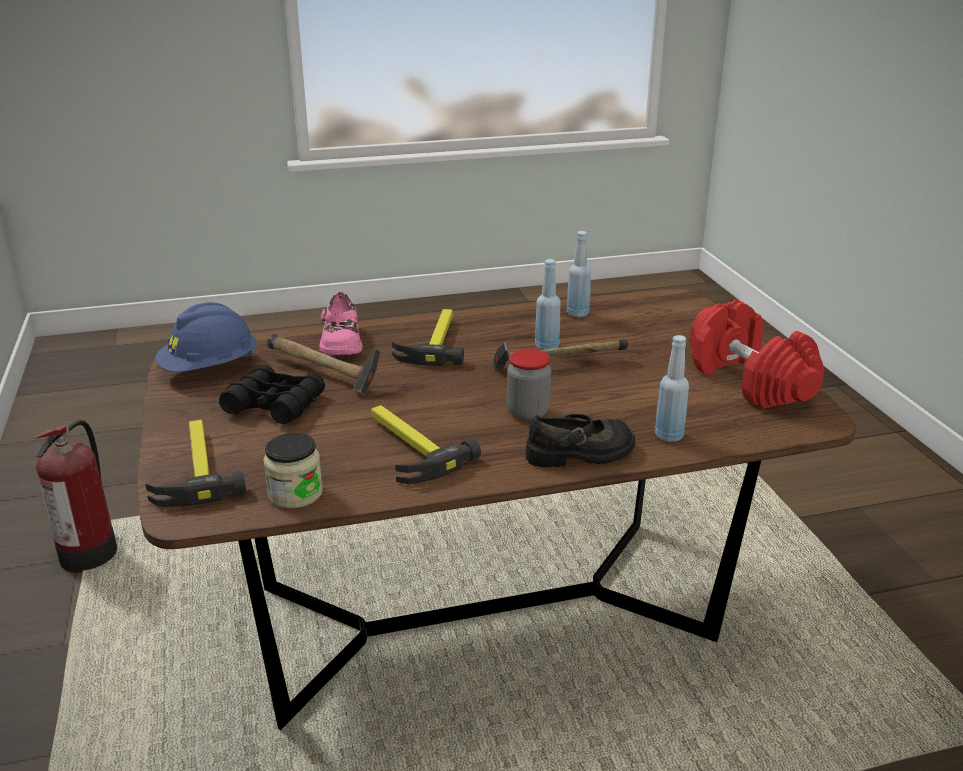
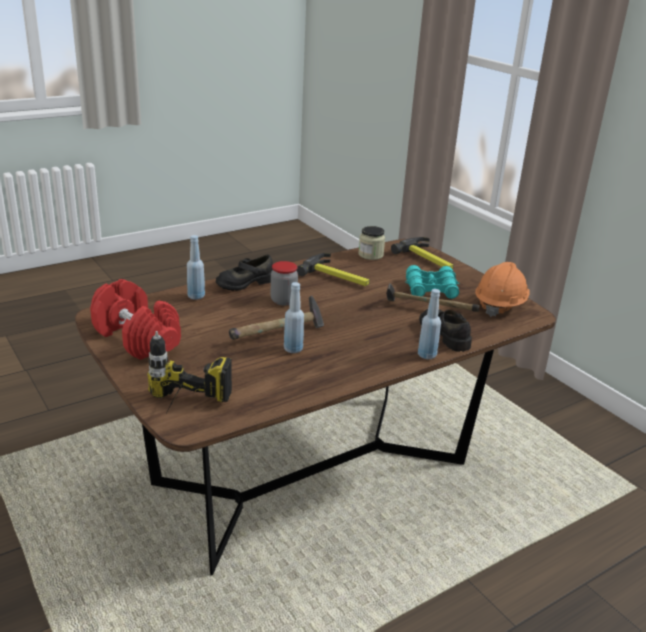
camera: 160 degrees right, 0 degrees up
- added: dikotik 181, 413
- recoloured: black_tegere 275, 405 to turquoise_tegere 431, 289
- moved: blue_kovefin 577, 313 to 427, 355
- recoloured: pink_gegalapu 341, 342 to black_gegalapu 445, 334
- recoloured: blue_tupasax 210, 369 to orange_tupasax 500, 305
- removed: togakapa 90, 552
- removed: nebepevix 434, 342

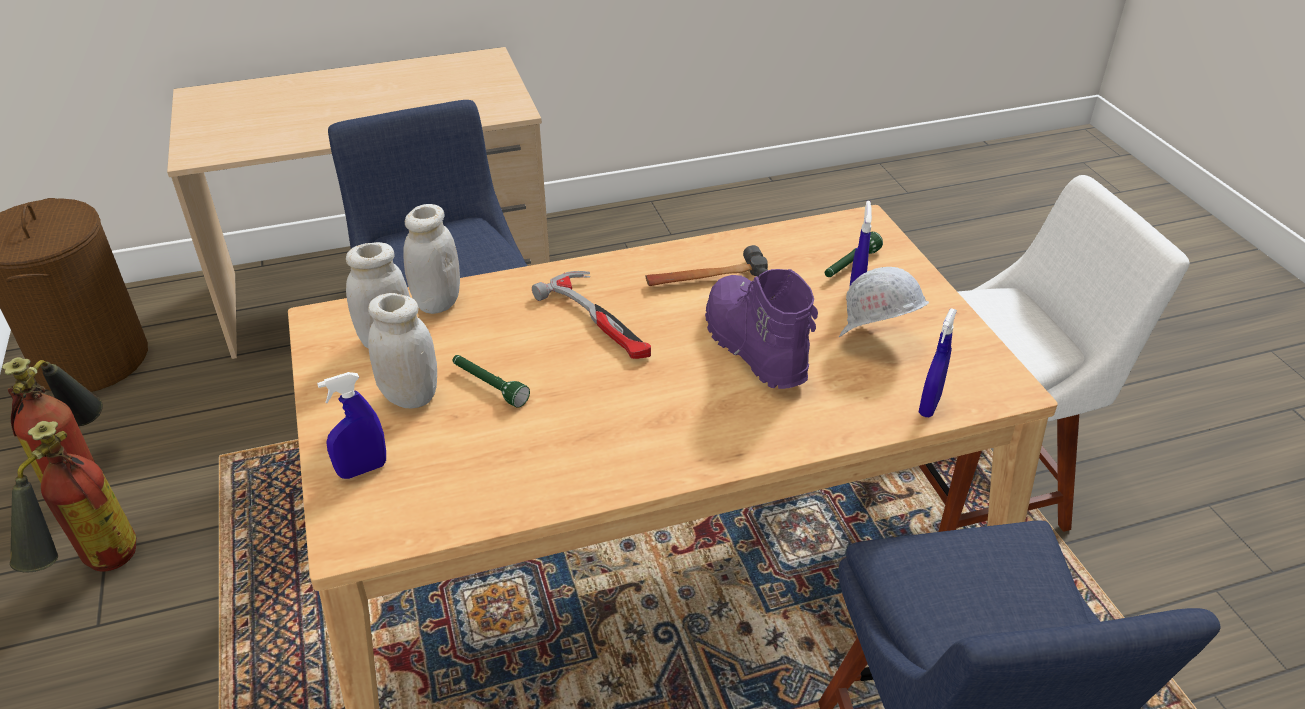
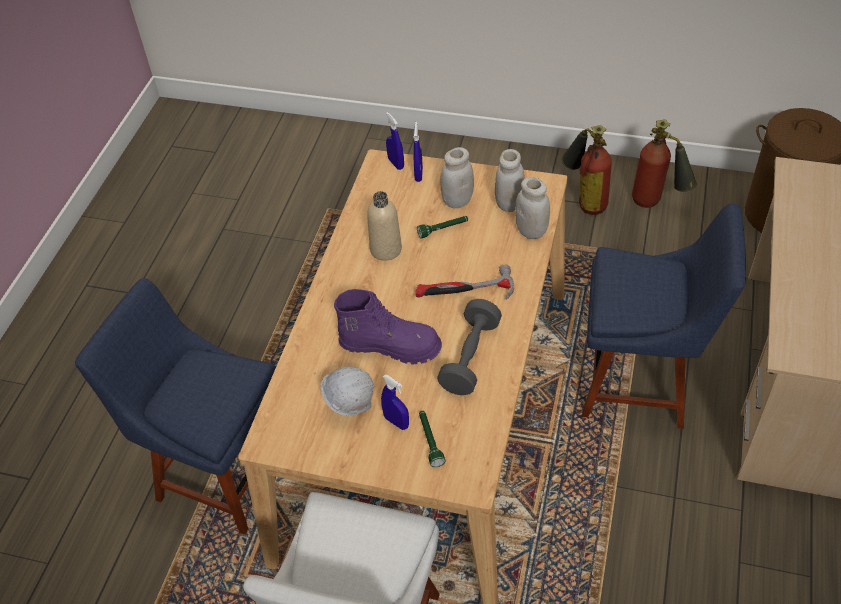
camera: 125 degrees right, 10 degrees up
- added: beige_kovefin 386, 249
- moved: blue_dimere 929, 405 to 396, 163
- replaced: nebepevix 706, 278 to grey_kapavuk 470, 357

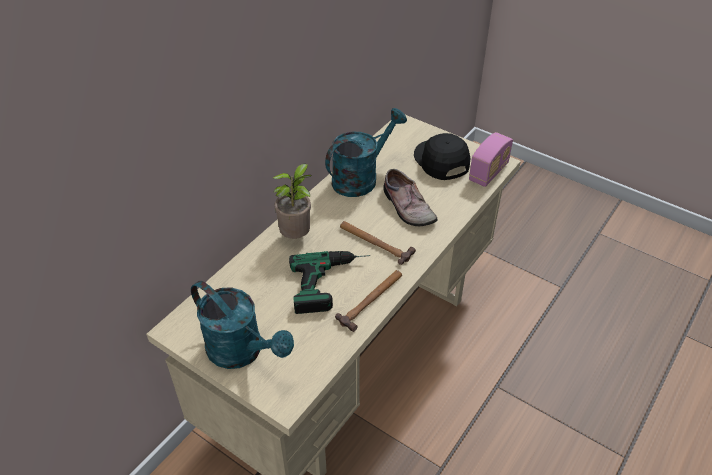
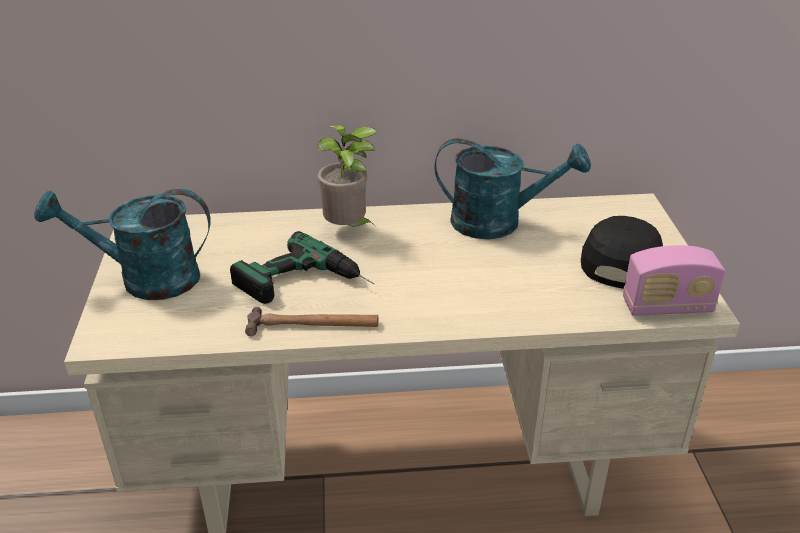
camera: 50 degrees right, 10 degrees down
- turned: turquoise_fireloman 242, 352 = 145, 279 90 degrees clockwise
- removed: nebepevix 375, 242
- removed: gegalapu 406, 207

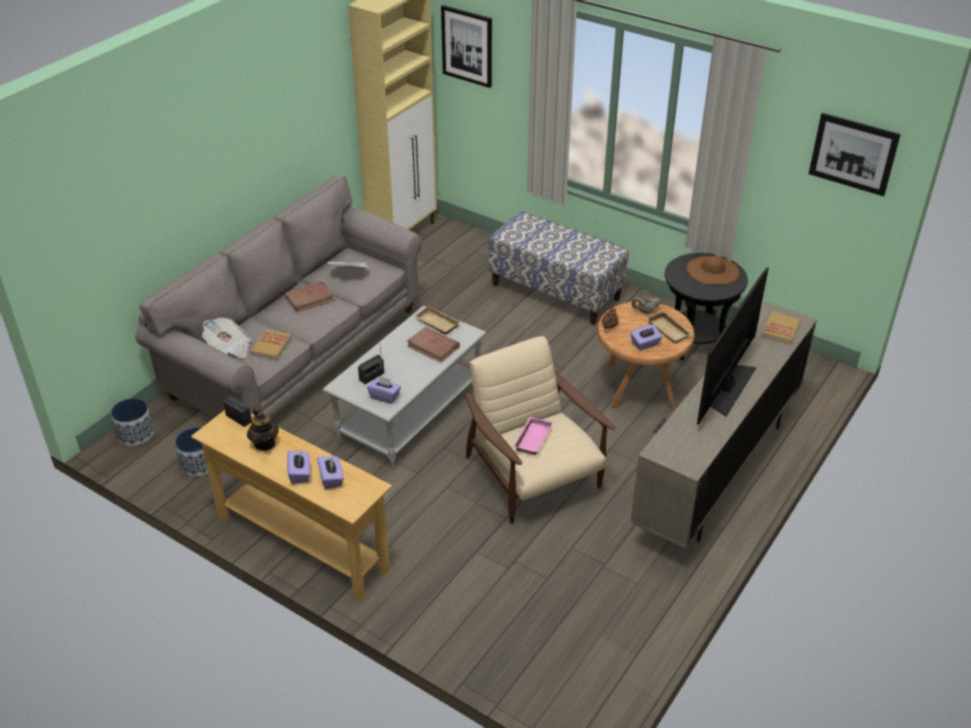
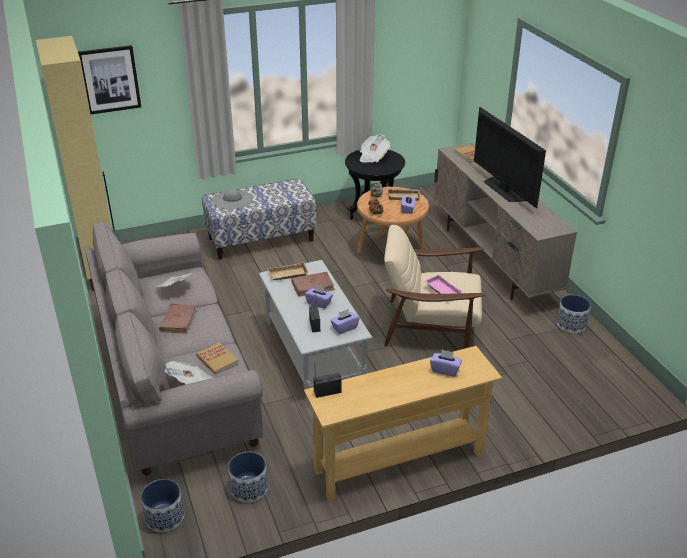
camera: 55 degrees left, 5 degrees down
- added: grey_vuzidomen 232, 200
- moved: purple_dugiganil 300, 474 to 319, 303
- replaced: brown_vuzidomen 712, 270 to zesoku 373, 157
- added: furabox 571, 324
- removed: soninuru 265, 443
- removed: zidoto 853, 154

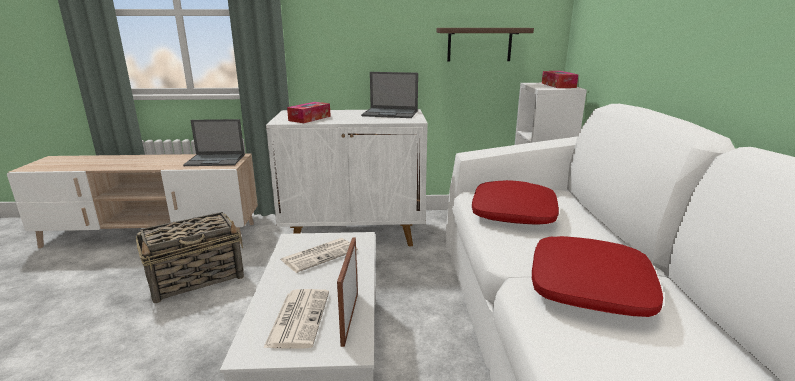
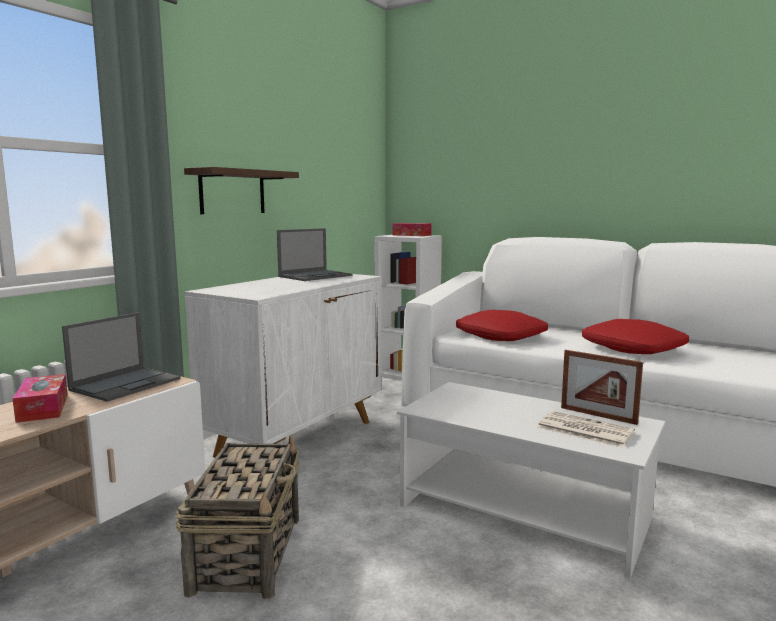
camera: 55 degrees left, 10 degrees down
- moved: dugiganil 309, 118 to 43, 408
- moved: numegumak 479, 44 to 232, 192
- removed: zesoku 320, 255

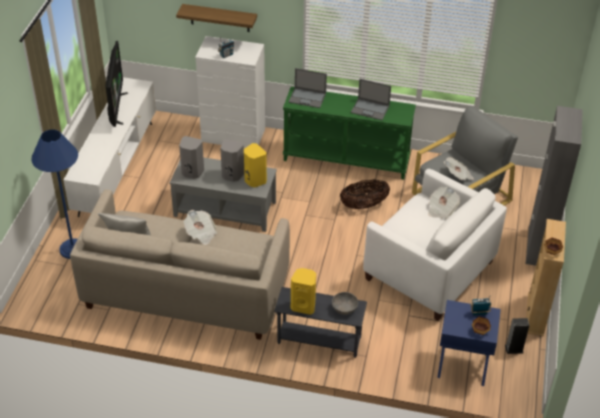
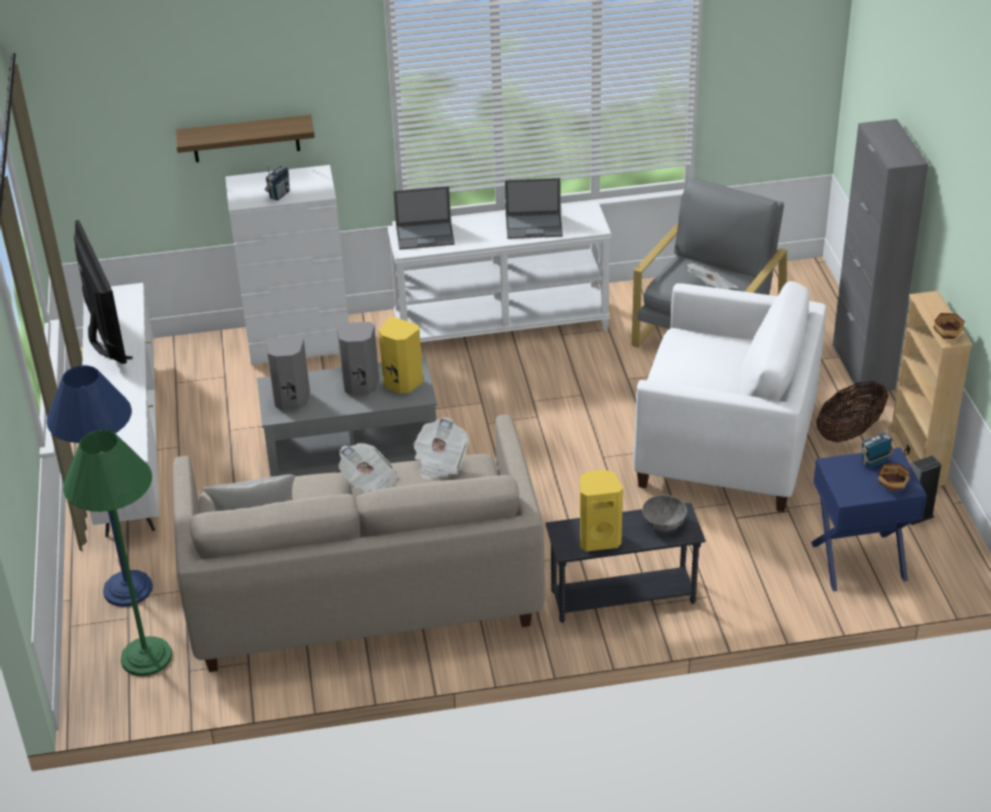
camera: 20 degrees left, 5 degrees down
- added: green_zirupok 146, 657
- recoloured: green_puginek 346, 159 to white_puginek 502, 325
- moved: zesoku 441, 209 to 440, 461
- moved: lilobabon 364, 205 to 849, 432

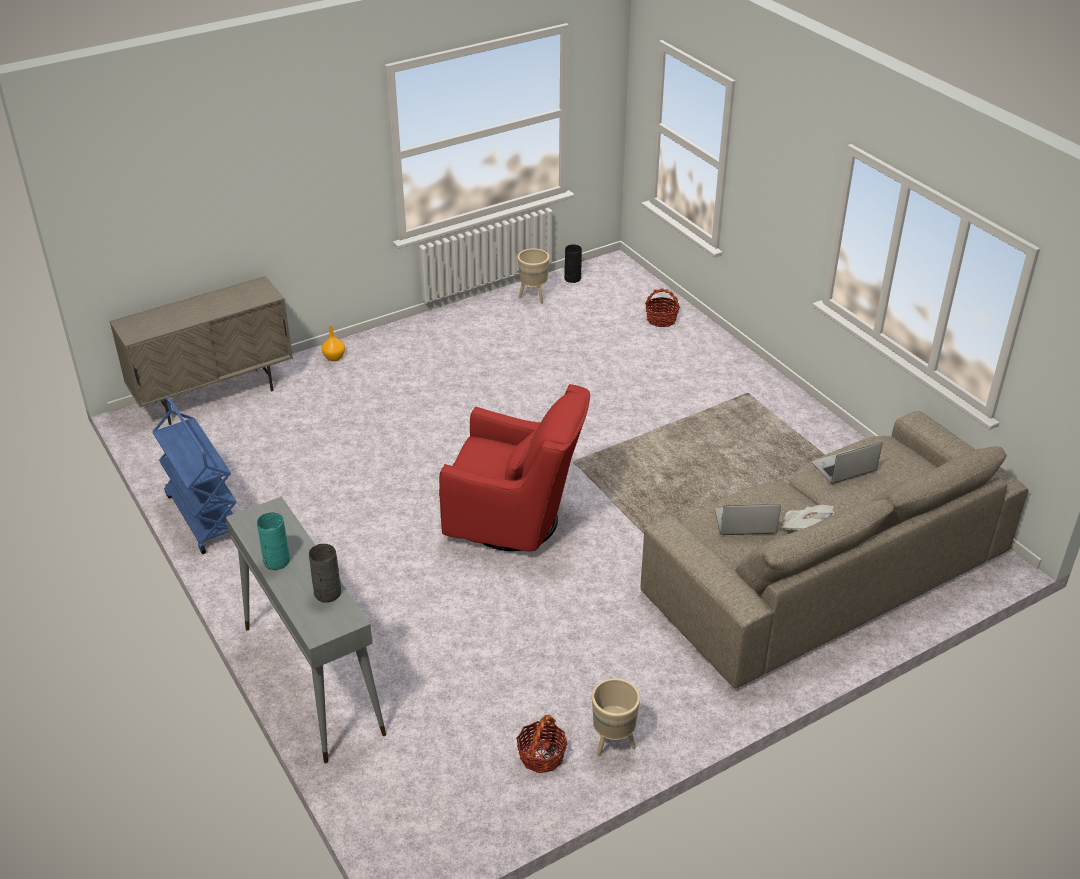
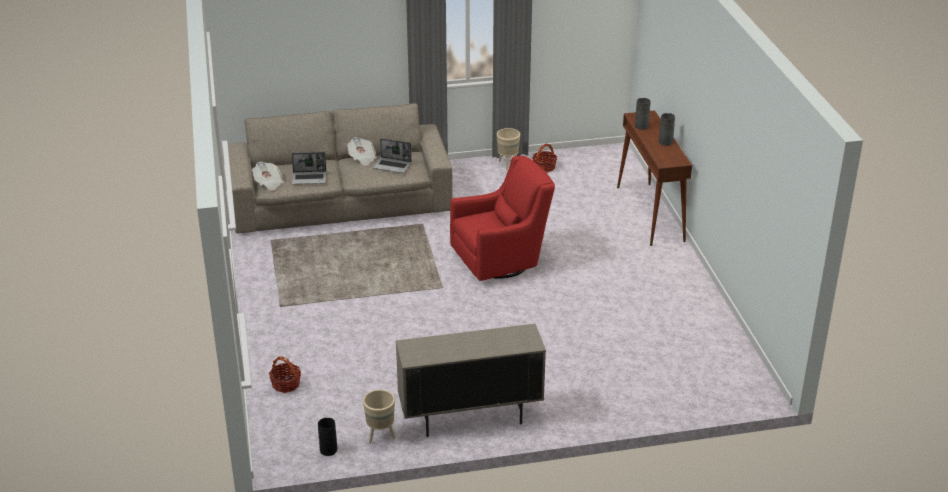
camera: 160 degrees left, 5 degrees down
- added: zesoku 268, 183
- moved: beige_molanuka 215, 396 to 470, 418
- turned: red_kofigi 517, 522 = 502, 261 120 degrees clockwise
- recoloured: grey_puginek 312, 679 to brown_puginek 650, 214
- recoloured: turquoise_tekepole 276, 561 to grey_tekepole 666, 142
- removed: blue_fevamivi 203, 516
- removed: orange_tekepole 334, 357

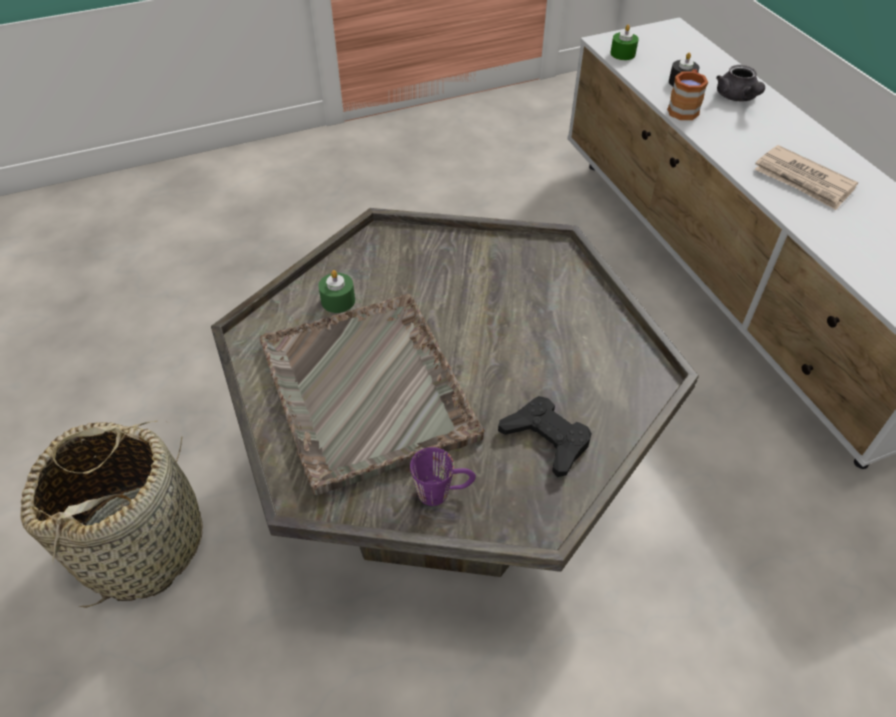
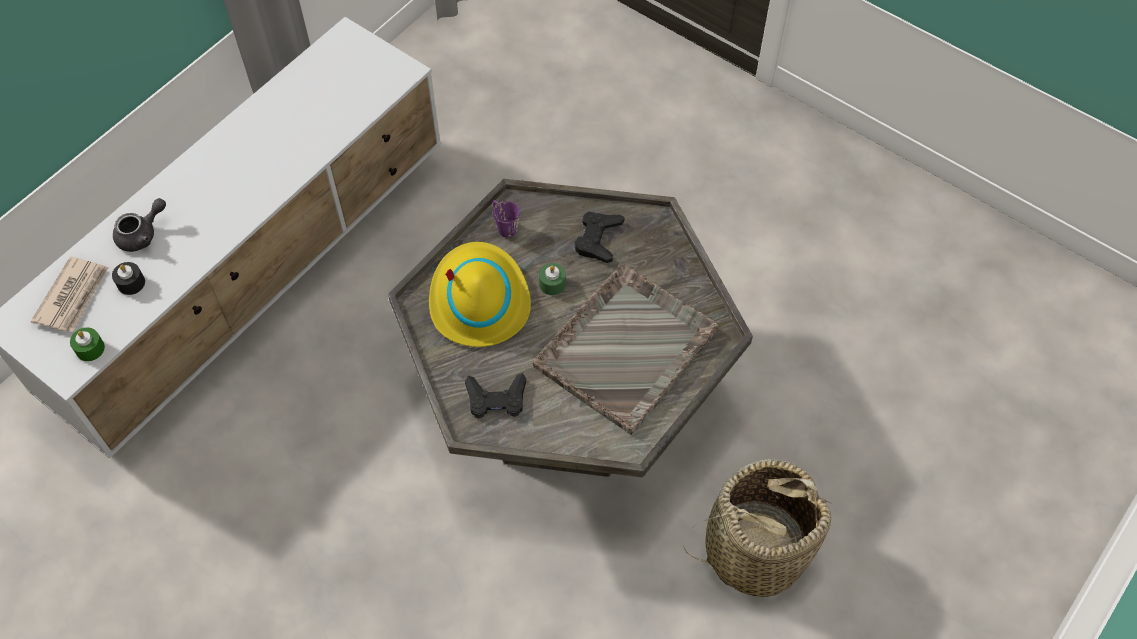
camera: 120 degrees left, 10 degrees up
- moved: zesoku 803, 181 to 73, 296
- added: yellow_vuzidomen 479, 300
- added: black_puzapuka 496, 399
- moved: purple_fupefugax 443, 492 to 503, 225
- moved: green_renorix 338, 300 to 552, 283
- removed: brown_fupefugax 684, 108

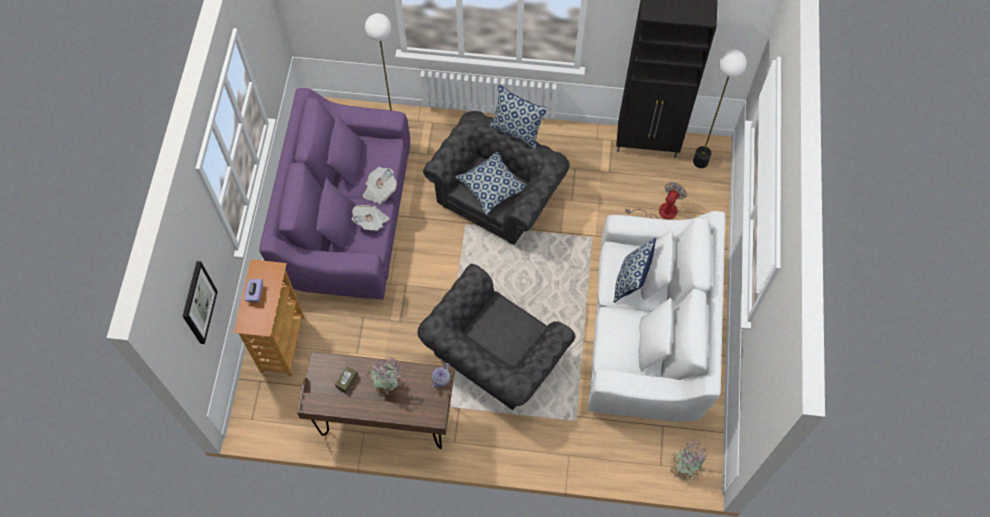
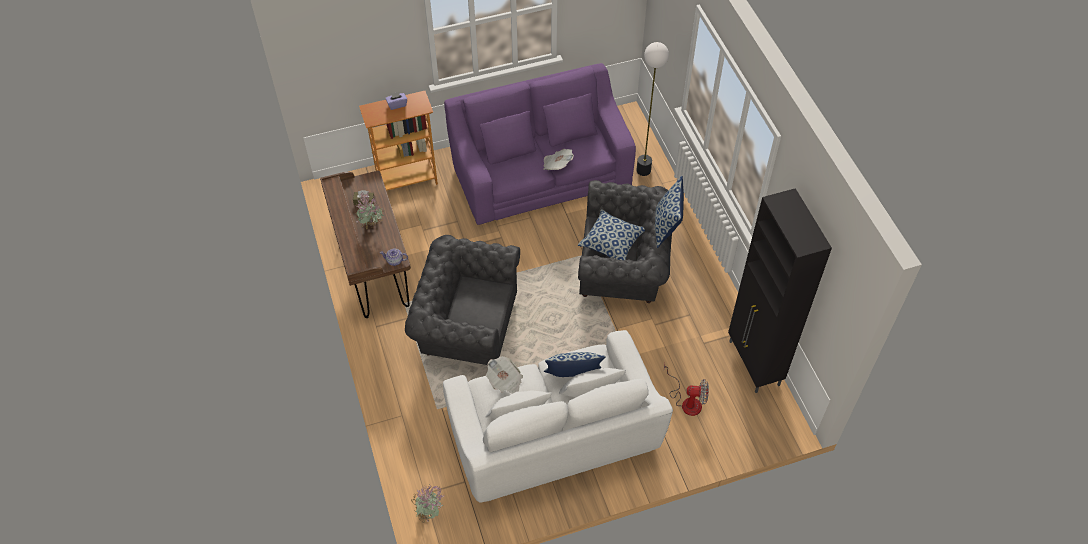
camera: 65 degrees right, 10 degrees down
- moved: zesoku 371, 221 to 505, 381
- removed: zidoto 198, 303
- removed: zirupok 701, 161

